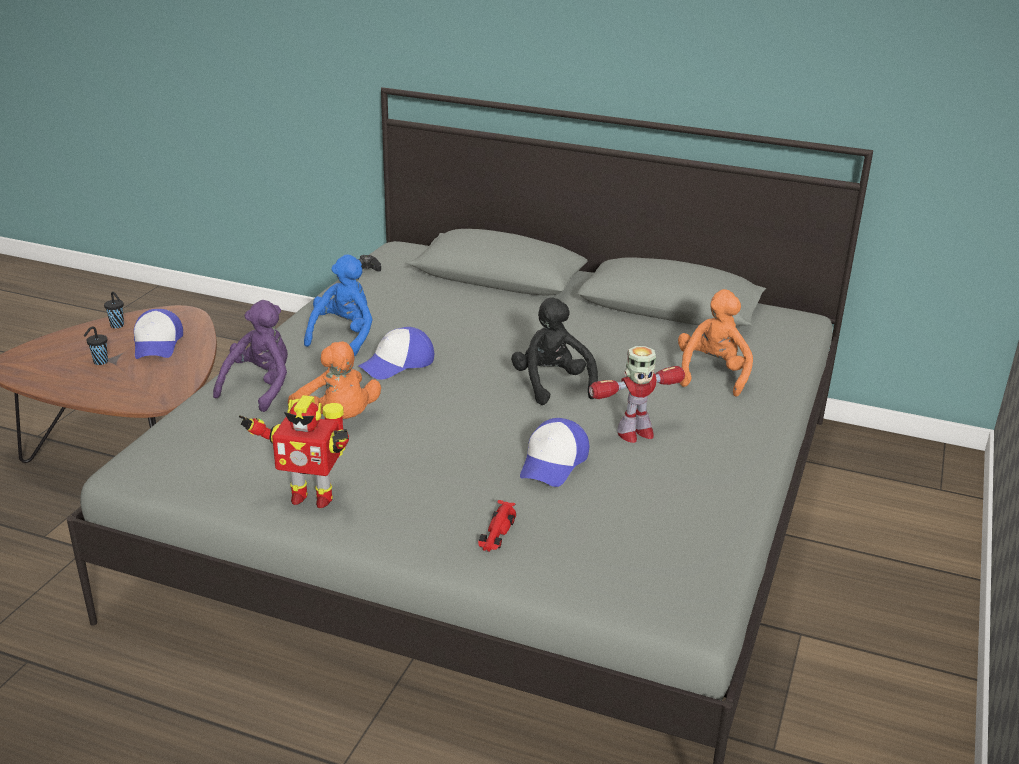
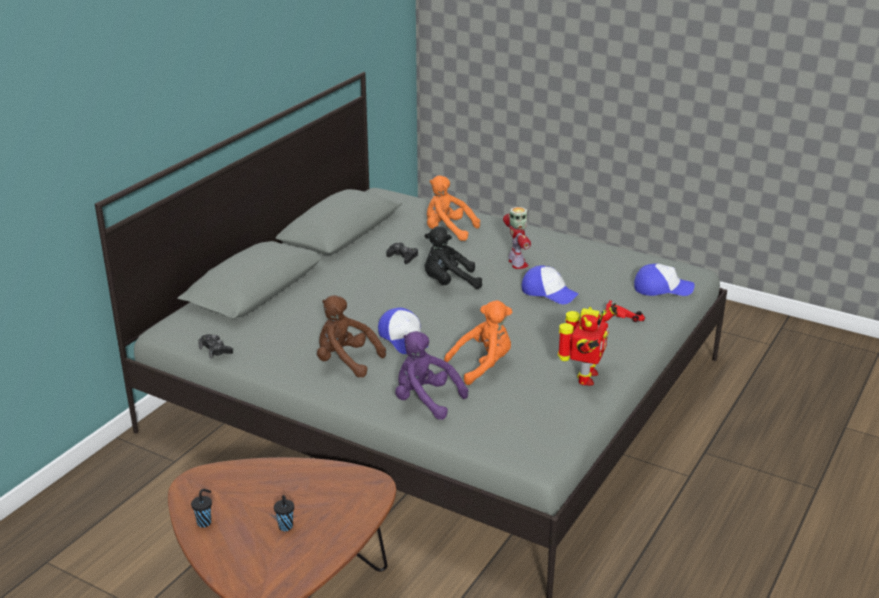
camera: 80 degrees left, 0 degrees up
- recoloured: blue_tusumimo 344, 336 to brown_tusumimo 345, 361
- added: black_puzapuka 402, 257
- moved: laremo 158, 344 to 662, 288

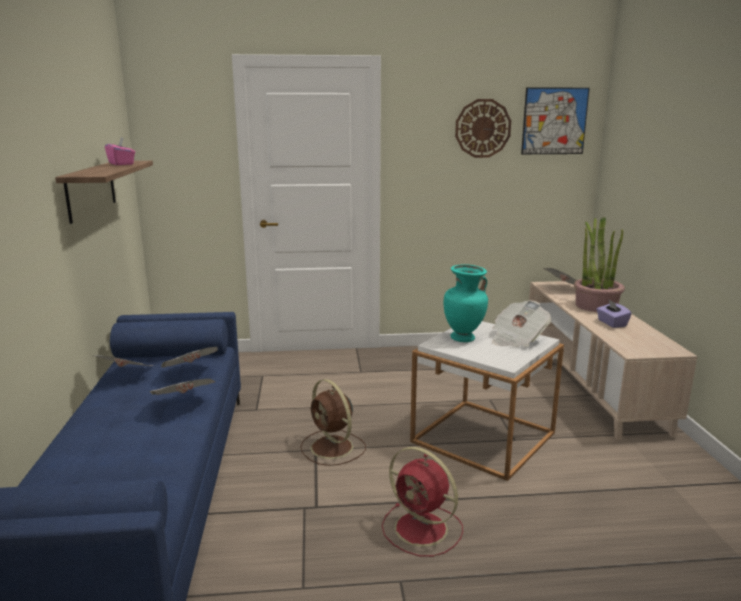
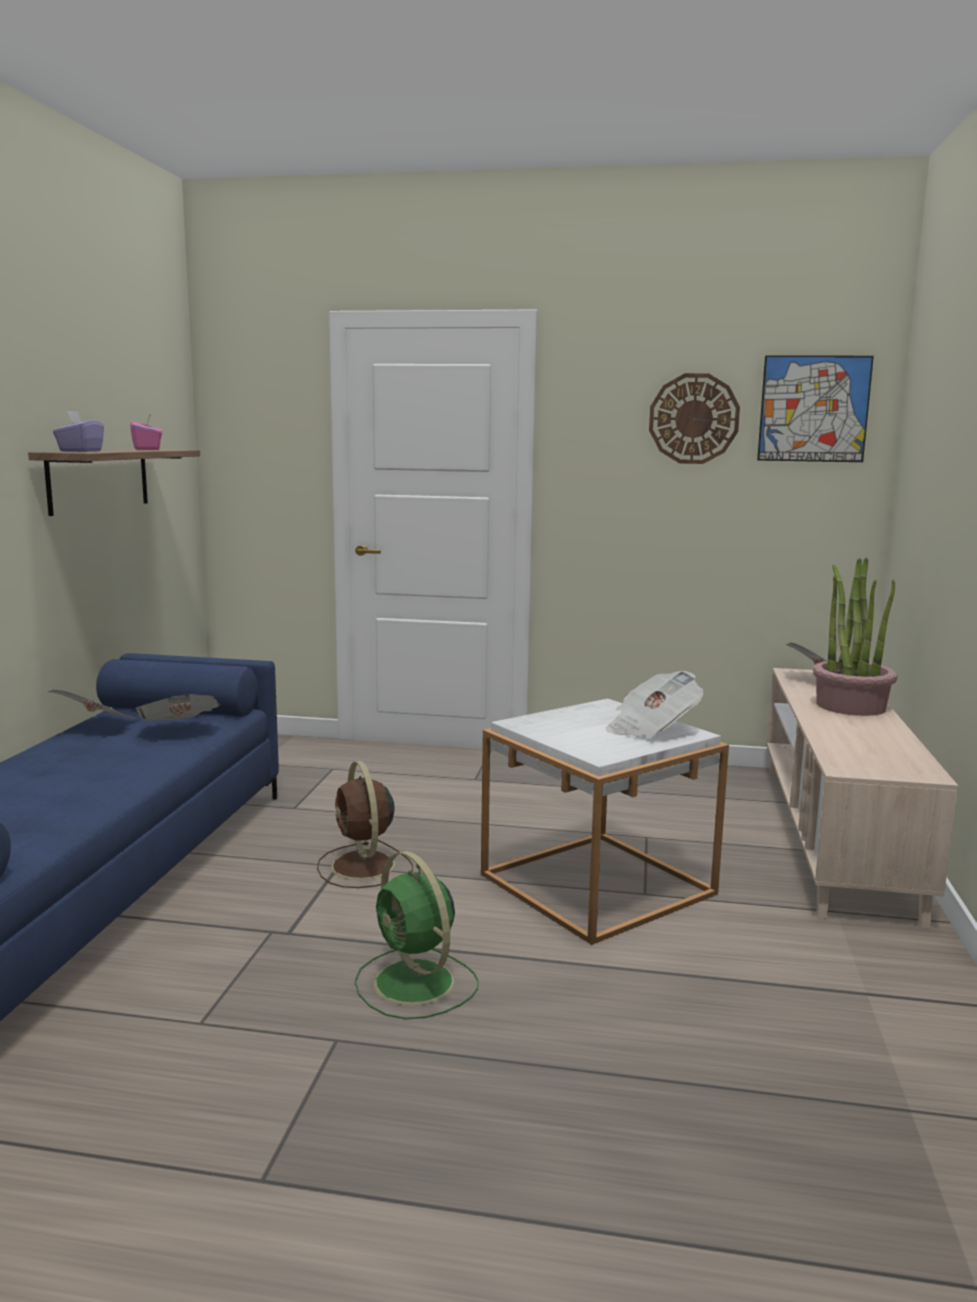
camera: 15 degrees right, 5 degrees down
- moved: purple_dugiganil 611, 323 to 80, 451
- recoloured: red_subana 423, 529 to green_subana 416, 984
- removed: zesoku 184, 403
- removed: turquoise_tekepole 463, 339

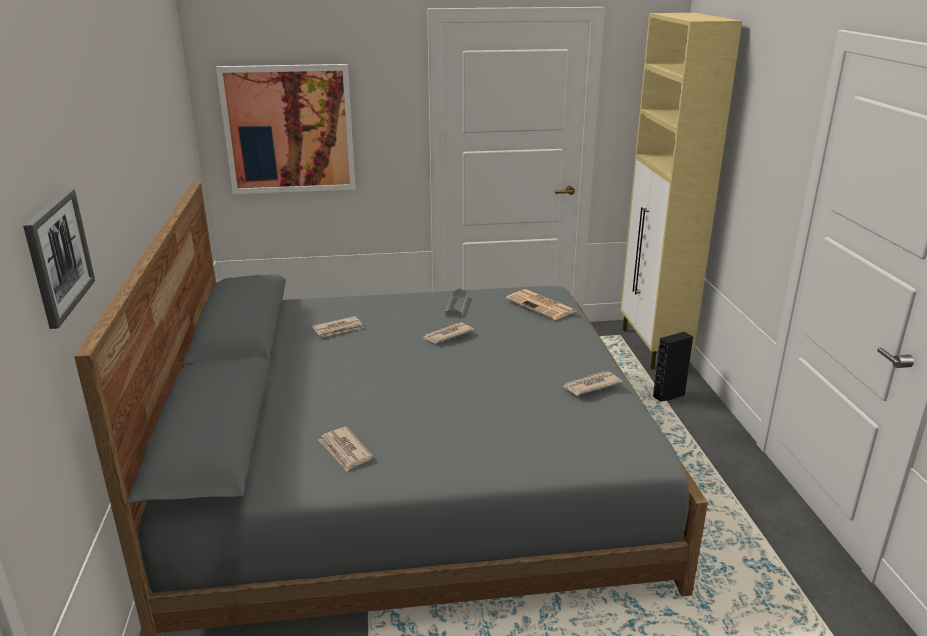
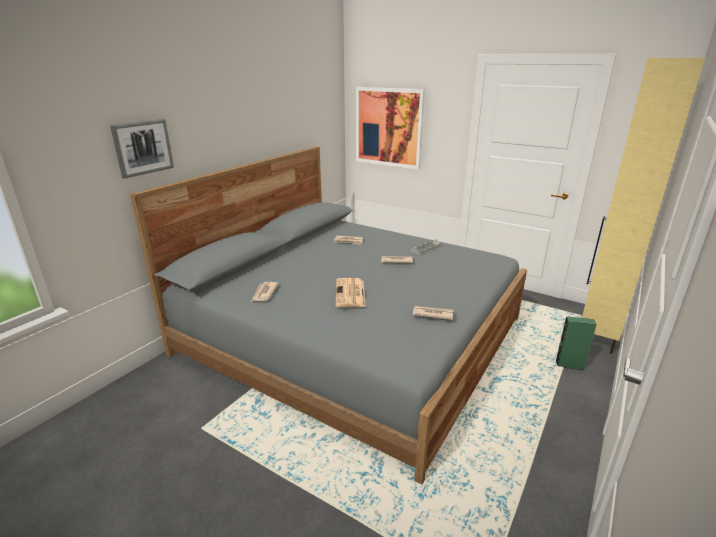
camera: 40 degrees right, 0 degrees up
- moved: zesoku 542, 305 to 350, 294
- recoloured: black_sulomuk 668, 396 to green_sulomuk 569, 365

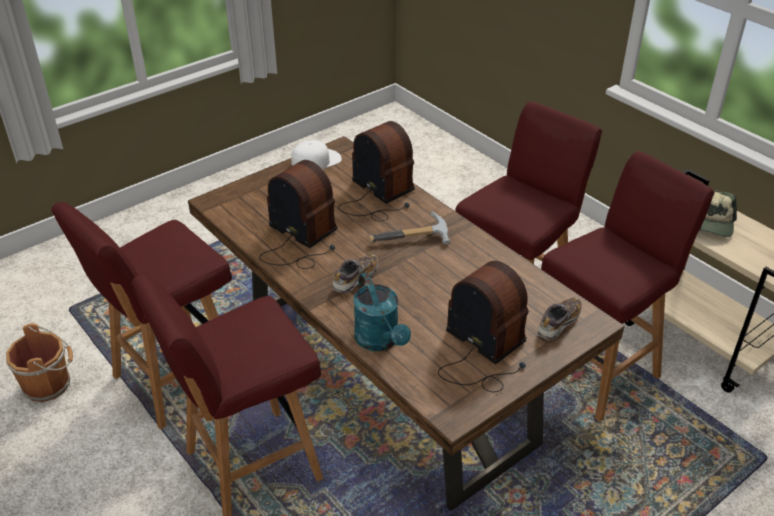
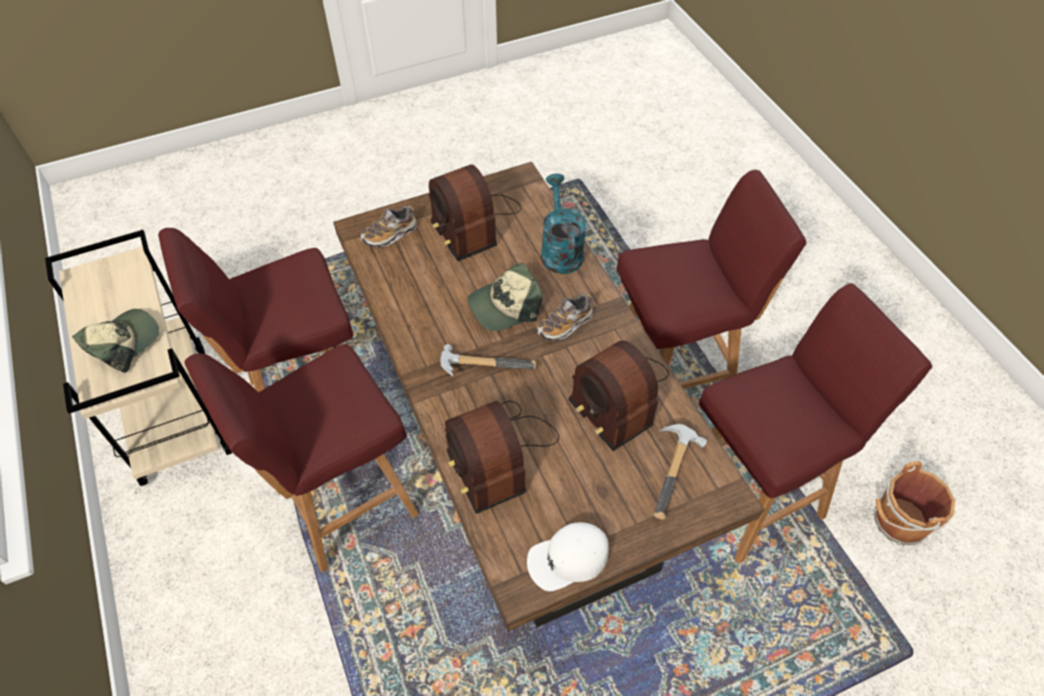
camera: 165 degrees left, 15 degrees up
- added: laremo 505, 306
- added: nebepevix 676, 473

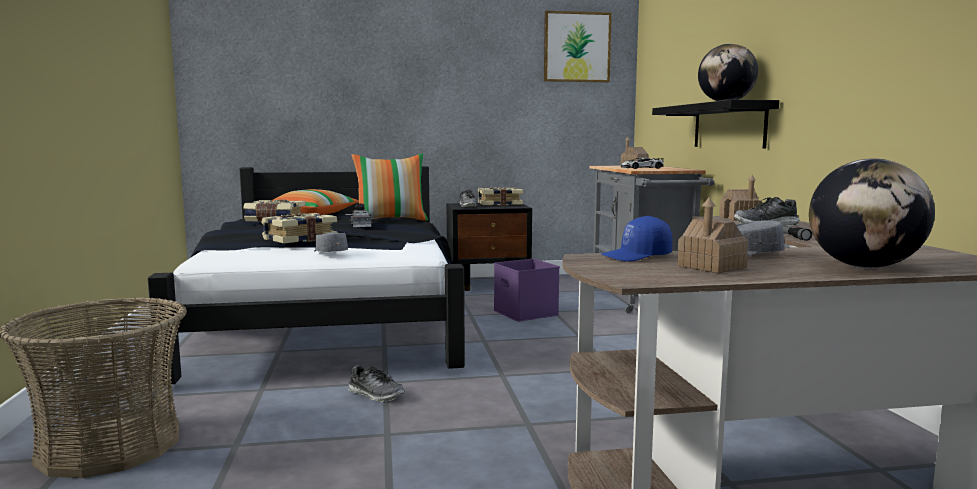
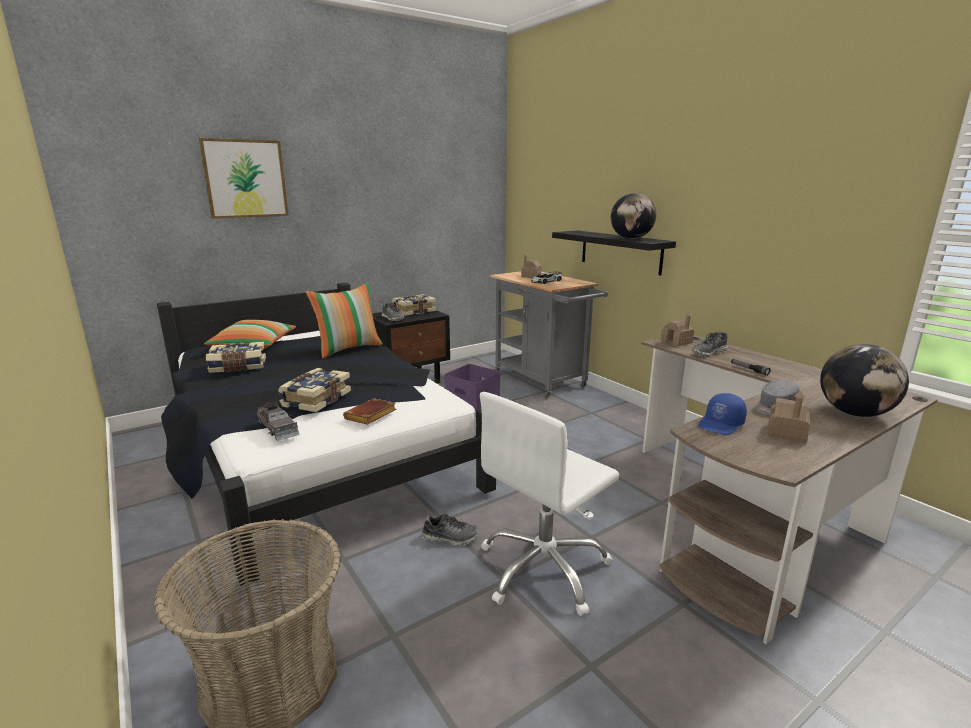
camera: 25 degrees left, 10 degrees up
- moved: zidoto 577, 47 to 245, 179
- moved: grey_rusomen 361, 224 to 278, 428
- replaced: grey_laremo 329, 253 to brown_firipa 370, 416
- added: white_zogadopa 544, 569

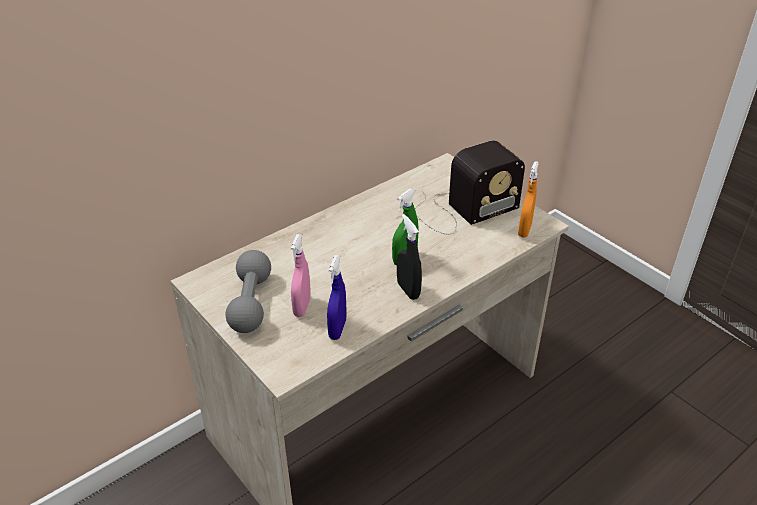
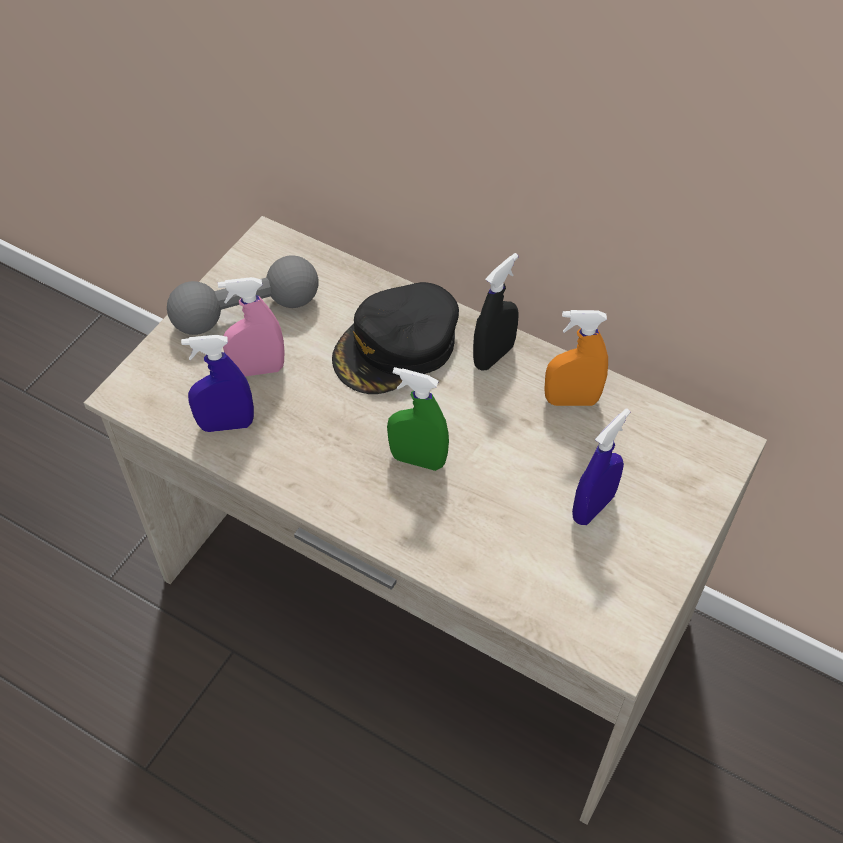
camera: 70 degrees right, 15 degrees up
- added: black_laremo 397, 347
- moved: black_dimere 408, 290 to 493, 356
- moved: orange_dimere 524, 230 to 571, 400
- replaced: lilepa 462, 210 to blue_dimere 593, 507

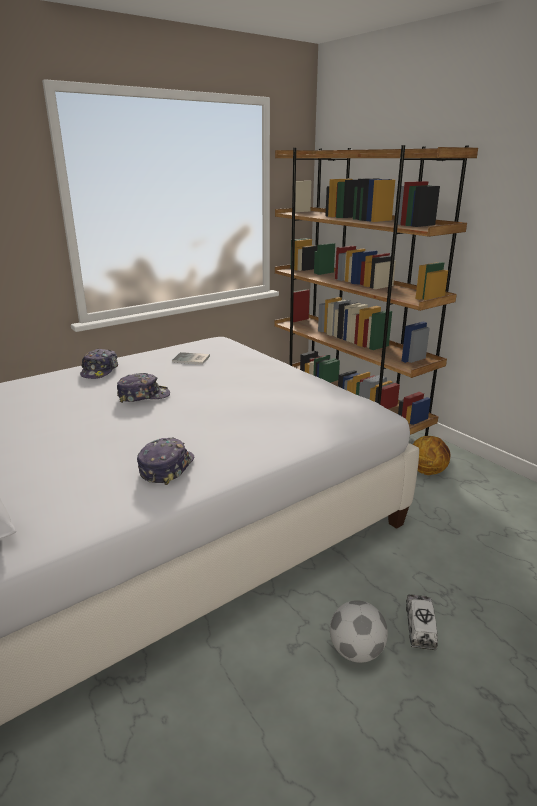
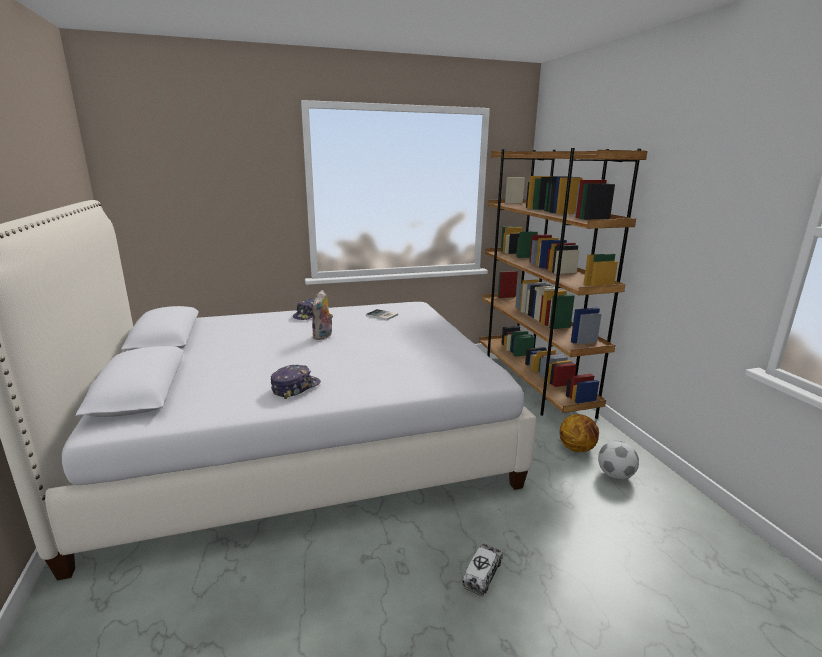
camera: 20 degrees right, 5 degrees down
- replaced: laremo 143, 396 to tusumimo 323, 336
- moved: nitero 356, 651 to 615, 475

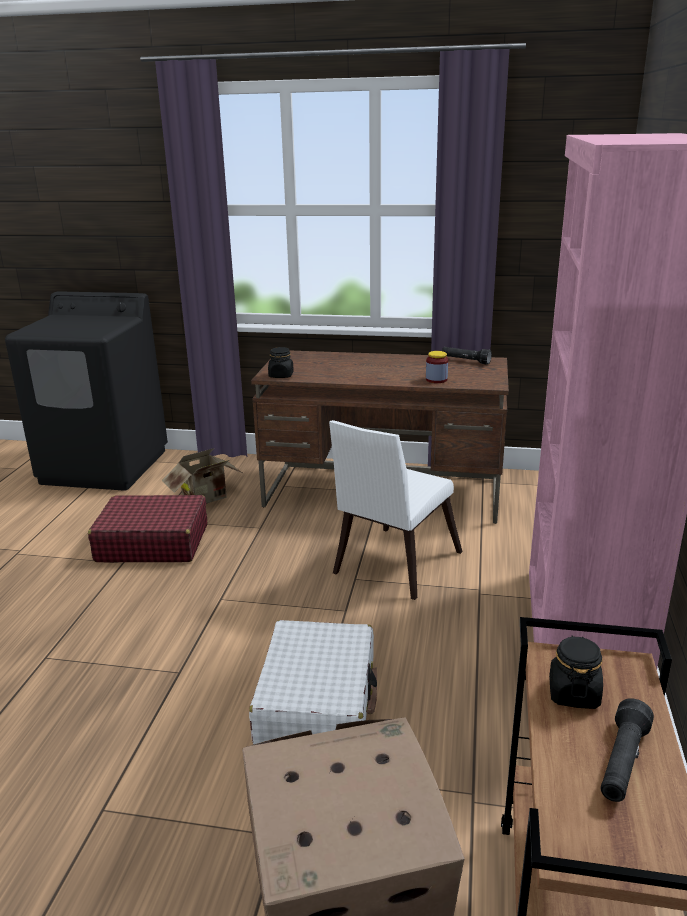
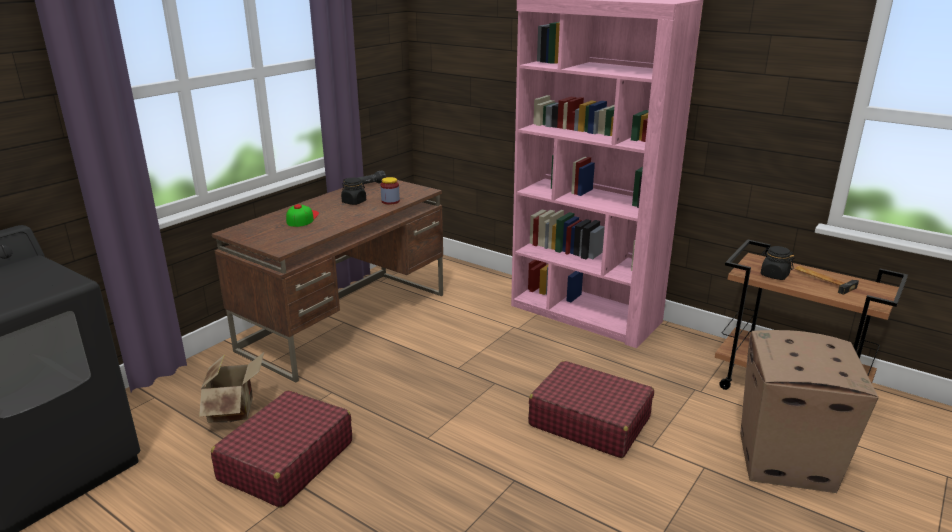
camera: 65 degrees left, 0 degrees up
- added: laremo 302, 218
- moved: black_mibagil 281, 375 to 354, 202
- recoloured: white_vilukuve 317, 701 to red_vilukuve 589, 421
- replaced: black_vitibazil 622, 763 to nebepevix 823, 280
- removed: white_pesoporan 392, 566

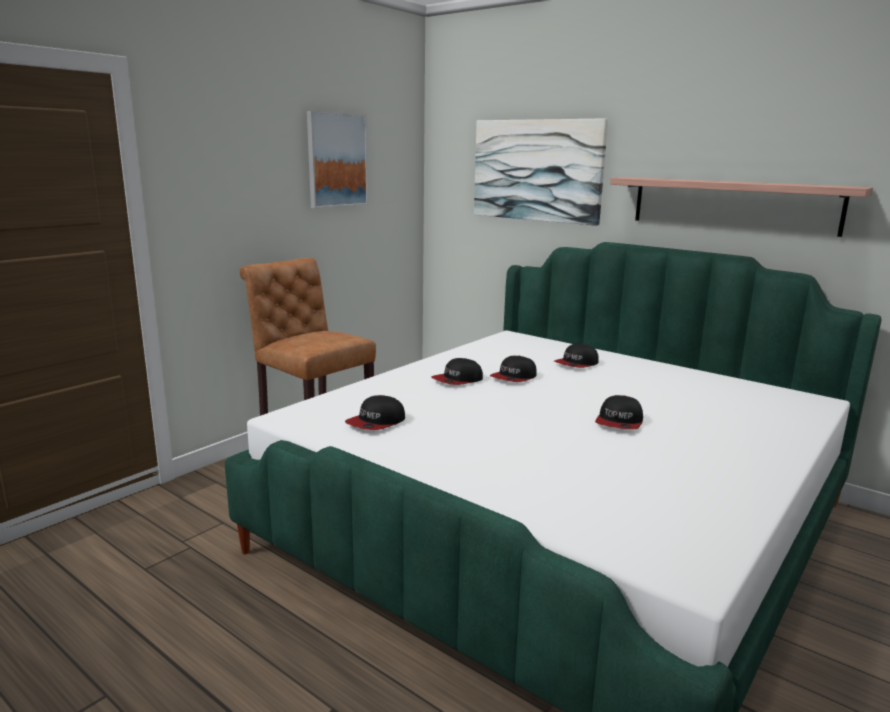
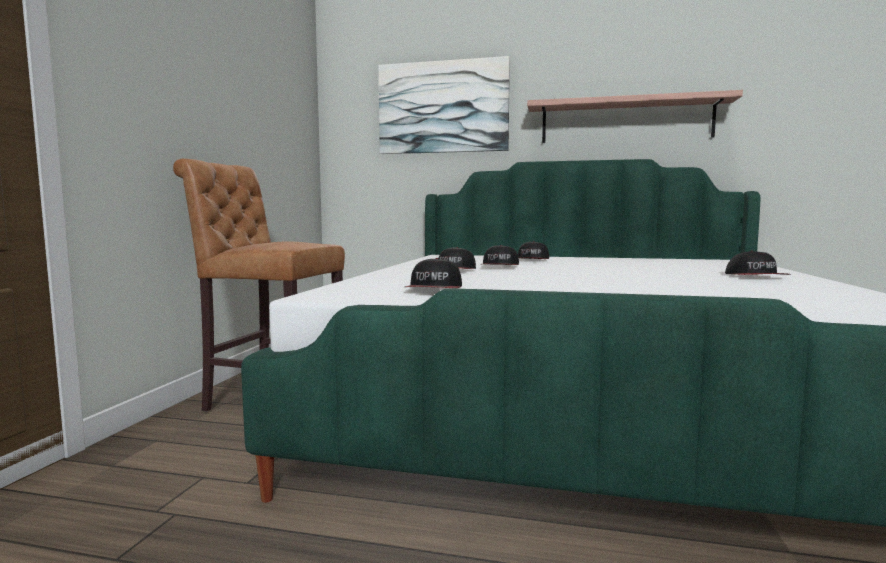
camera: 25 degrees left, 10 degrees down
- moved: laremo 619, 422 to 756, 277
- removed: zidoto 336, 160

